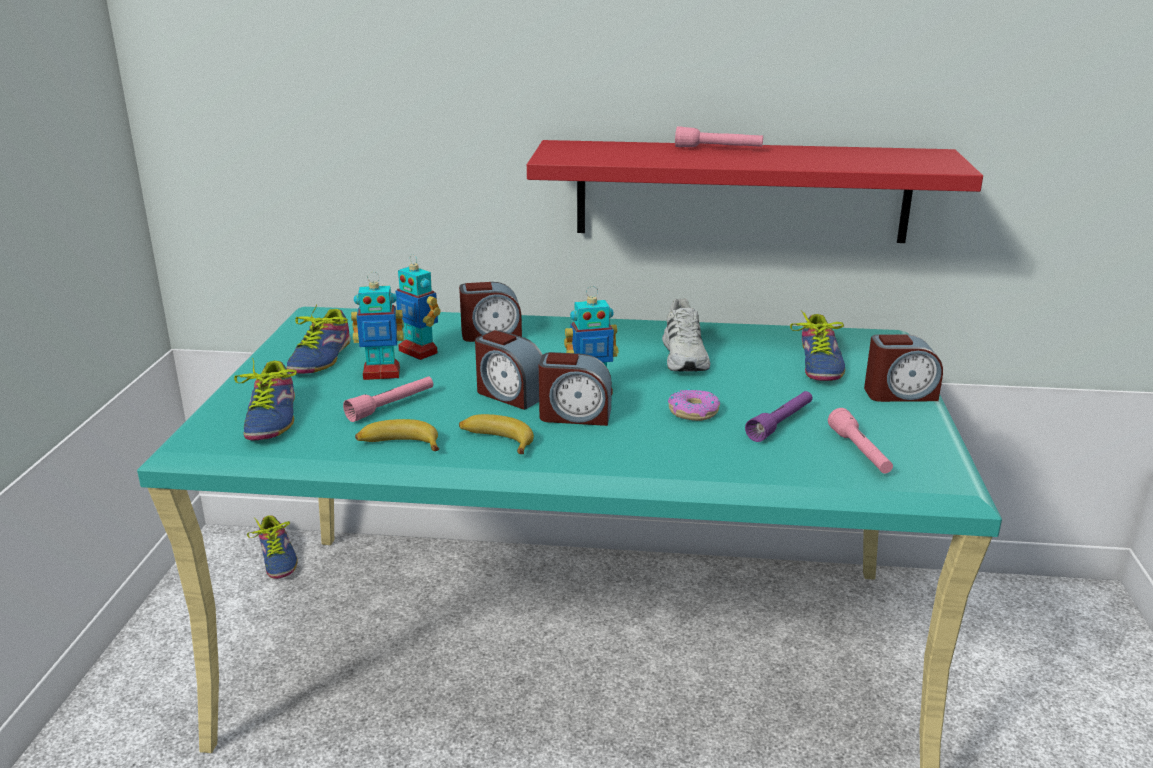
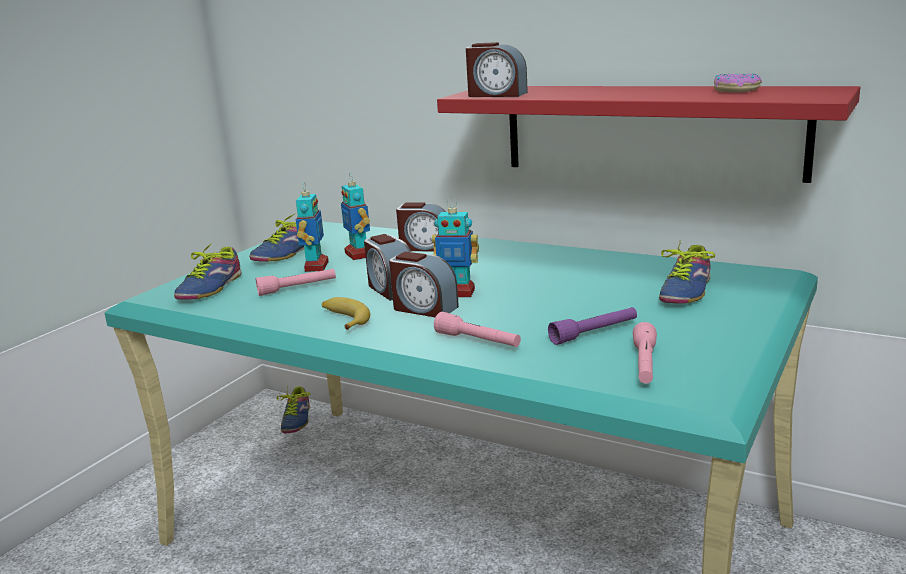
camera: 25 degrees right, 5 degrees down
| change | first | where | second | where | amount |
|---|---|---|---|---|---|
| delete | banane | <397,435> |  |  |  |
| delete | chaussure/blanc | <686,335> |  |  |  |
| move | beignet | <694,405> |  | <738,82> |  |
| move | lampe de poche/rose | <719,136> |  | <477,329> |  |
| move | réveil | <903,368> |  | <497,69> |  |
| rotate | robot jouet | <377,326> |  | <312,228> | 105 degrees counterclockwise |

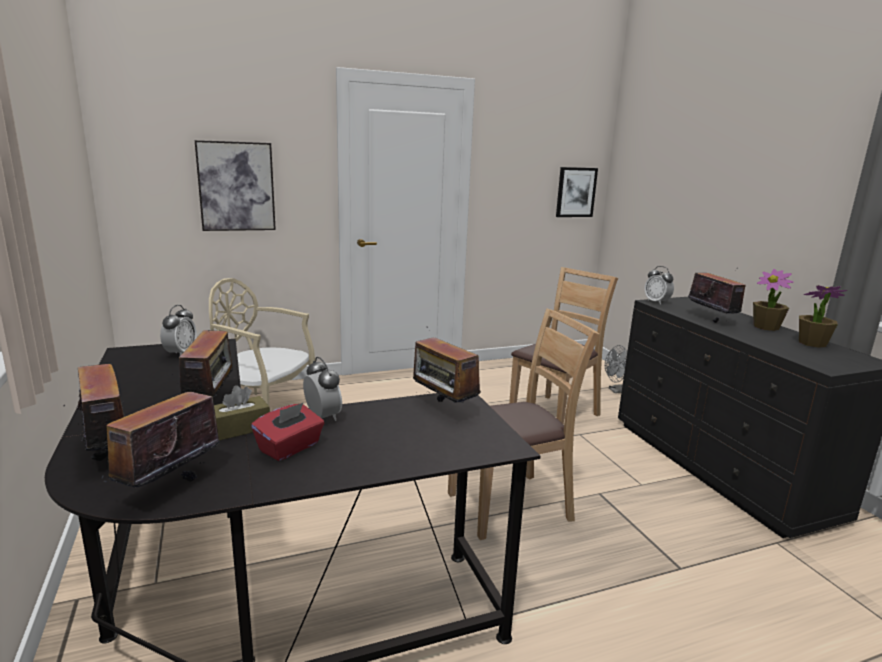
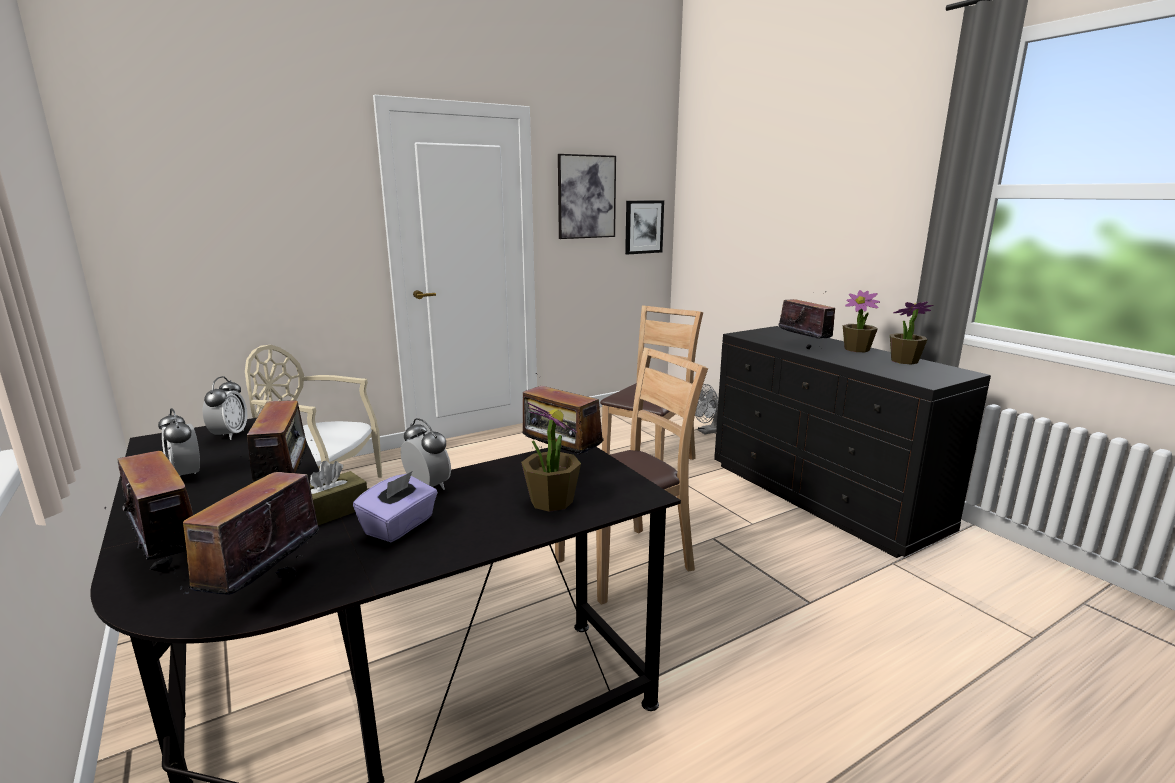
camera: 10 degrees left, 0 degrees up
| change | first | where | second | where | amount |
|---|---|---|---|---|---|
| insert |  |  | plante en pot | <551,457> |  |
| move | tableau | <235,185> |  | <587,196> |  |
| move | réveil | <659,285> |  | <179,441> |  |
| recolor | boîte à mouchoirs/rouge | <287,431> | boîte à mouchoirs/violet | <395,506> |  |

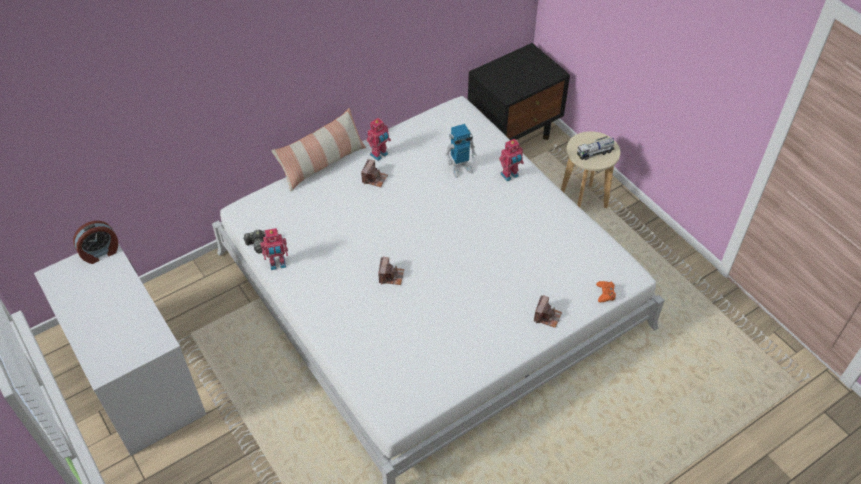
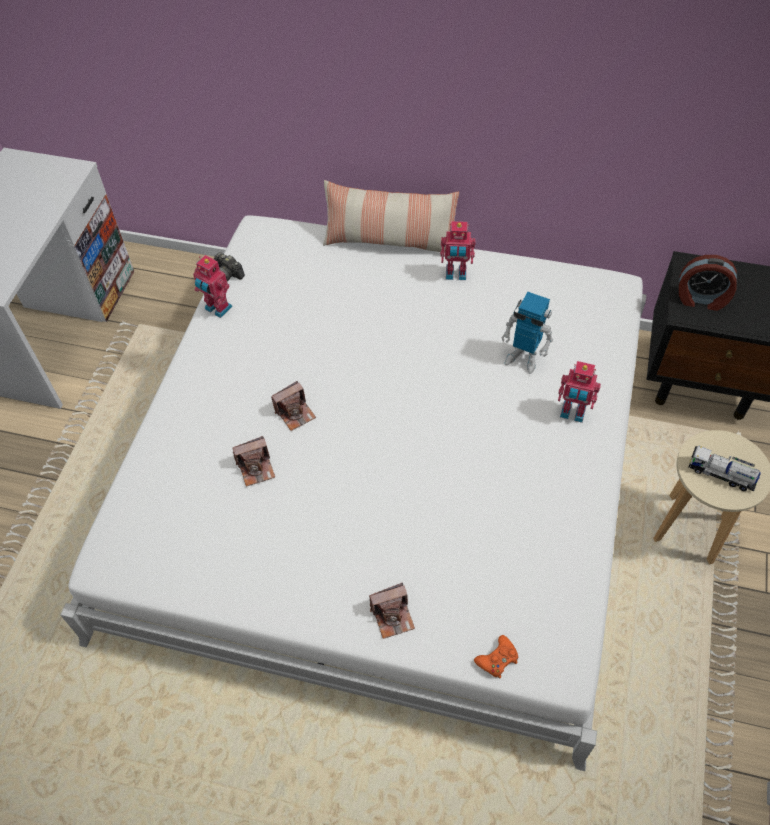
camera: 50 degrees right, 5 degrees up
| change | first | where | second | where | amount |
|---|---|---|---|---|---|
| move | réveil | <95,242> |  | <708,283> |  |
| move | appareil photo | <374,173> |  | <254,461> |  |

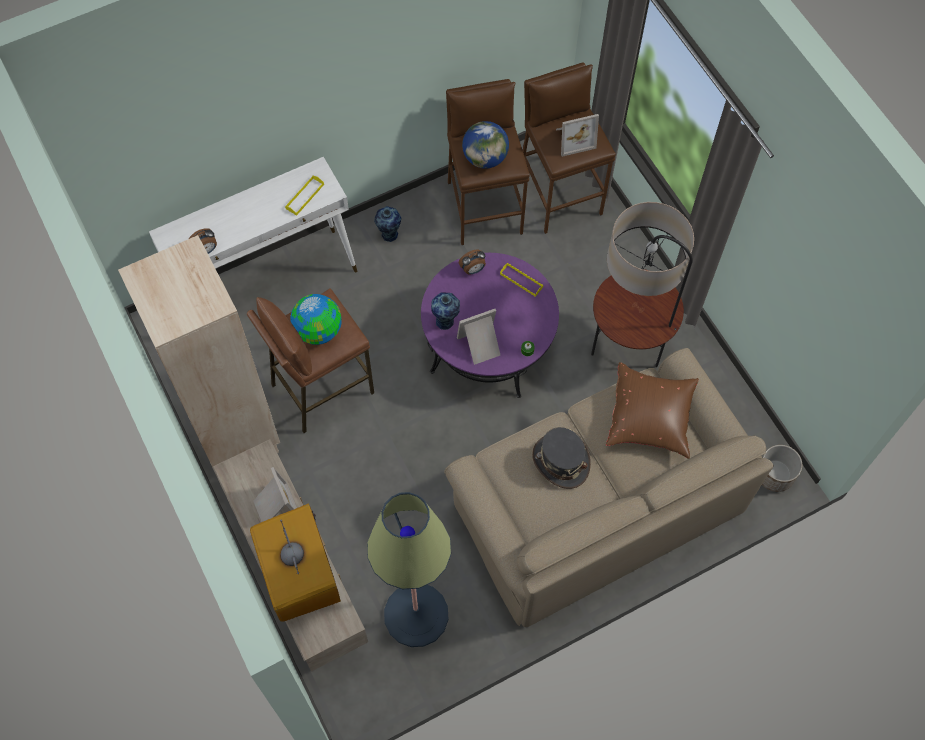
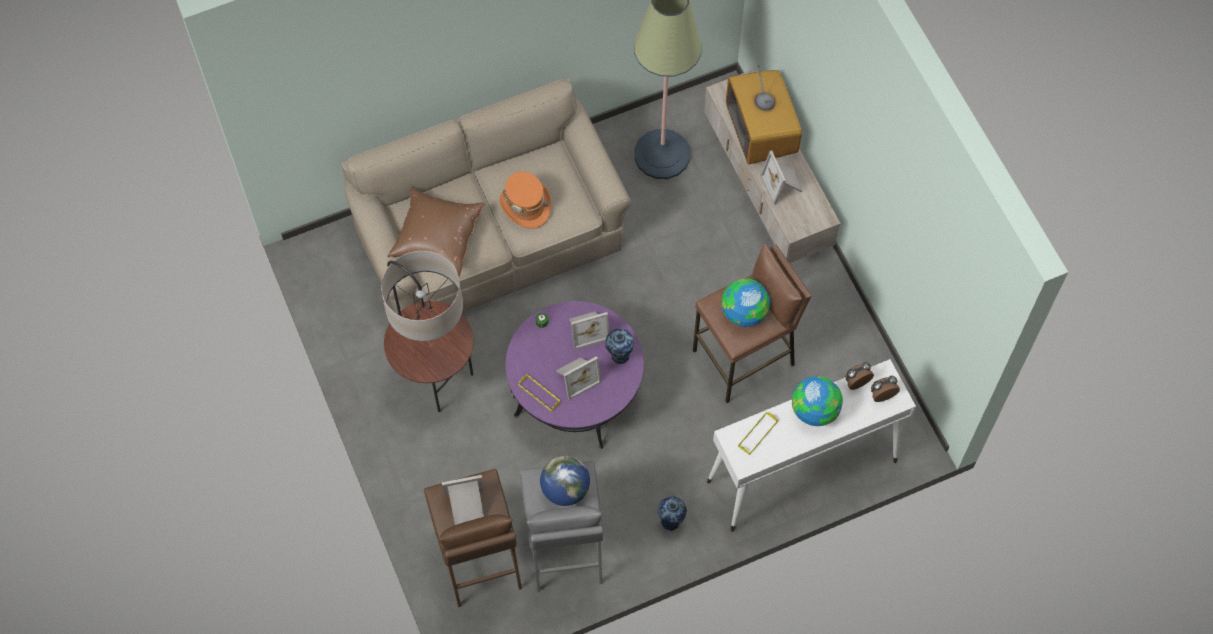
camera: 175 degrees left, 0 degrees up
| change | first | where | second | where | amount |
|---|---|---|---|---|---|
| delete | bibliothèque/beige | <199,351> |  |  |  |
| delete | cache-pot | <782,468> |  |  |  |
| insert |  |  | cadre photo | <579,378> |  |
| insert |  |  | globe | <817,401> |  |
| move | réveil | <472,262> |  | <885,389> |  |
| recolor | tabouret/marron | <488,162> | tabouret/gris | <561,526> |  |
| recolor | chapeau/gris | <561,458> | chapeau/orange | <525,200> |  |

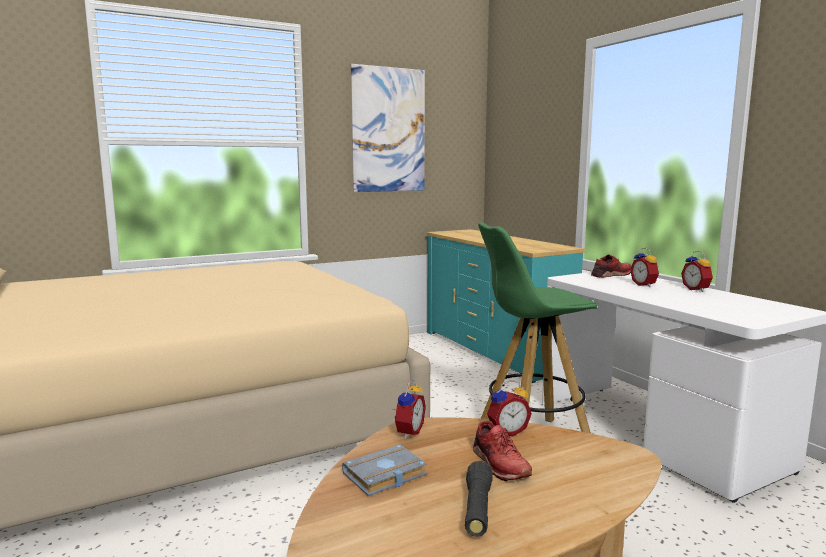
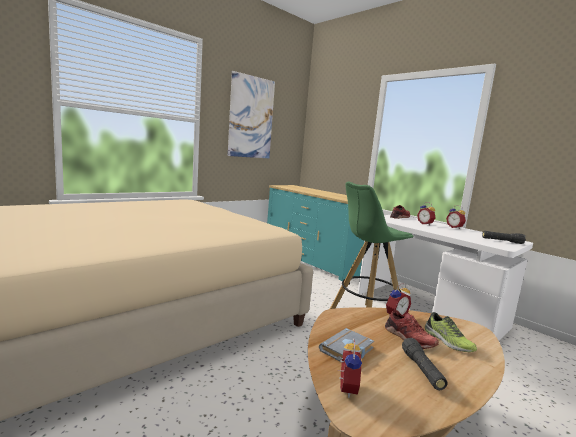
camera: 15 degrees left, 0 degrees up
| change | first | where | second | where | amount |
|---|---|---|---|---|---|
| insert |  |  | chaussure | <451,332> |  |
| insert |  |  | lampe de poche/noir | <504,237> |  |
| move | réveil | <409,409> |  | <349,368> |  |

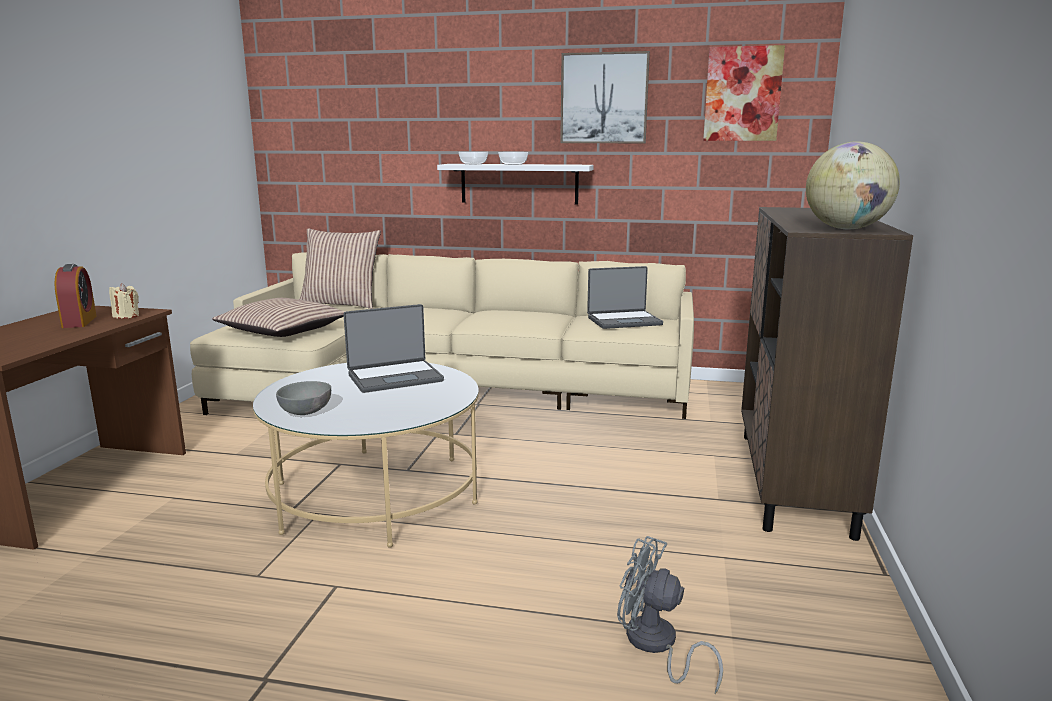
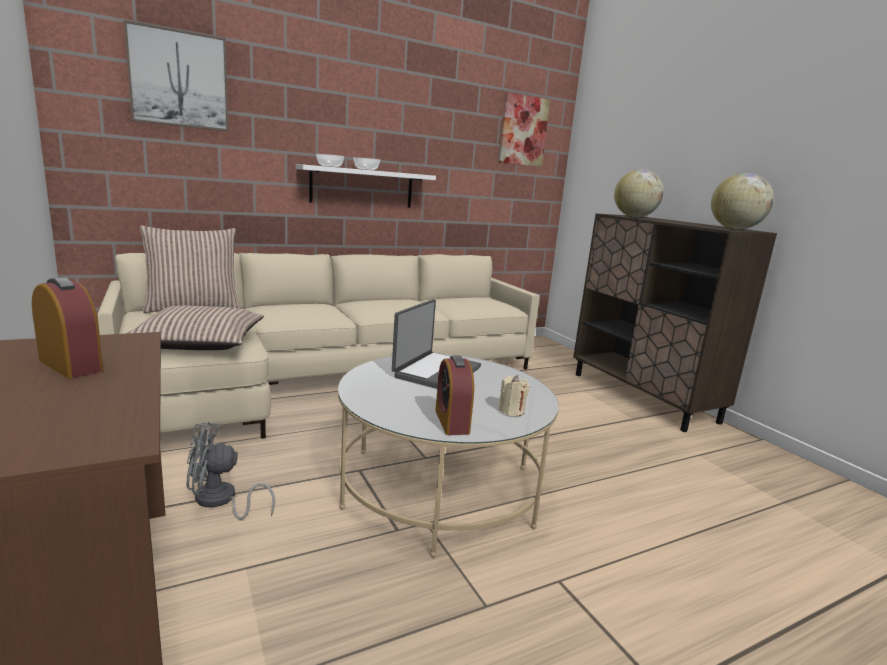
camera: 40 degrees left, 0 degrees up
| change | first | where | second | where | amount |
|---|---|---|---|---|---|
| delete | ordinateur portable | <625,297> |  |  |  |
| insert |  |  | globe | <639,193> |  |
| move | bougie/beige | <124,300> |  | <514,395> |  |
| move | tableau | <605,97> |  | <176,75> |  |
| move | ventilateur/gris | <670,615> |  | <231,471> |  |
| replace | bol/gris | <303,398> | réveil | <454,395> |  |

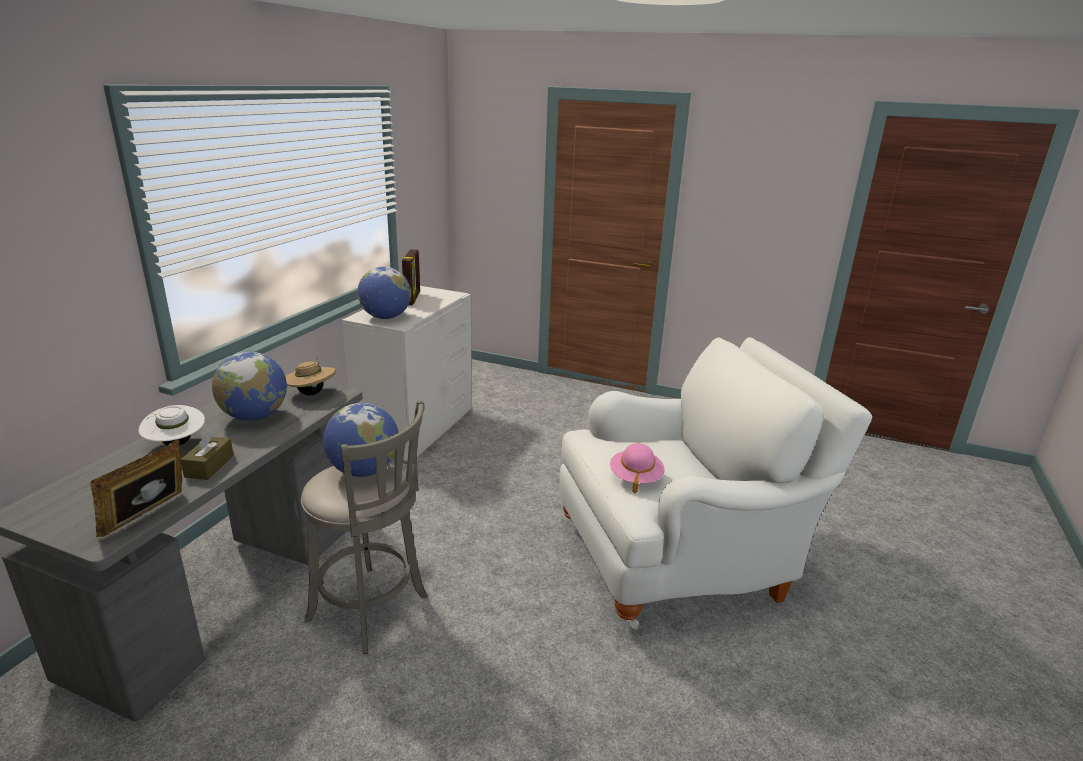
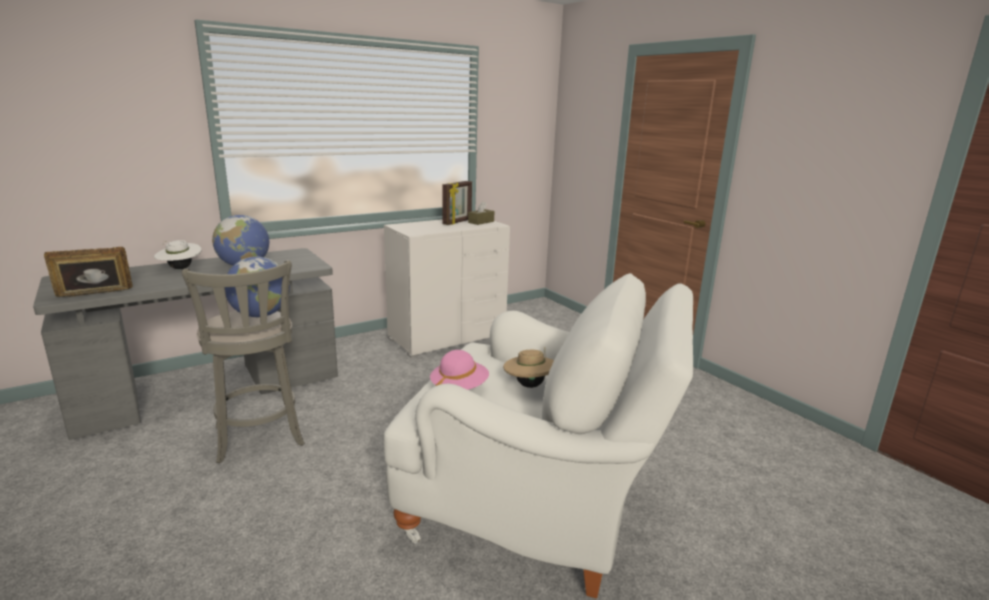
camera: 35 degrees right, 5 degrees down
| change | first | where | second | where | amount |
|---|---|---|---|---|---|
| delete | globe | <384,293> |  |  |  |
| move | boîte à mouchoirs/marron | <207,455> |  | <481,213> |  |
| move | chapeau/beige | <310,376> |  | <528,367> |  |

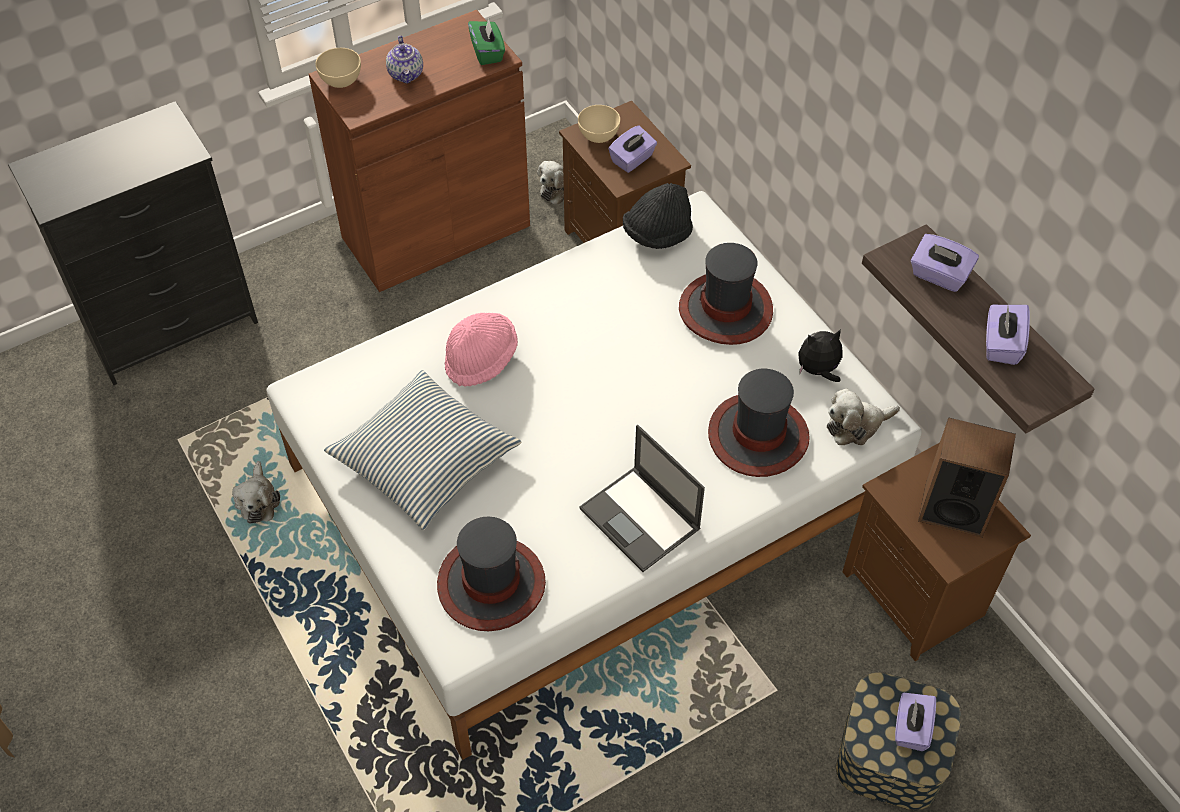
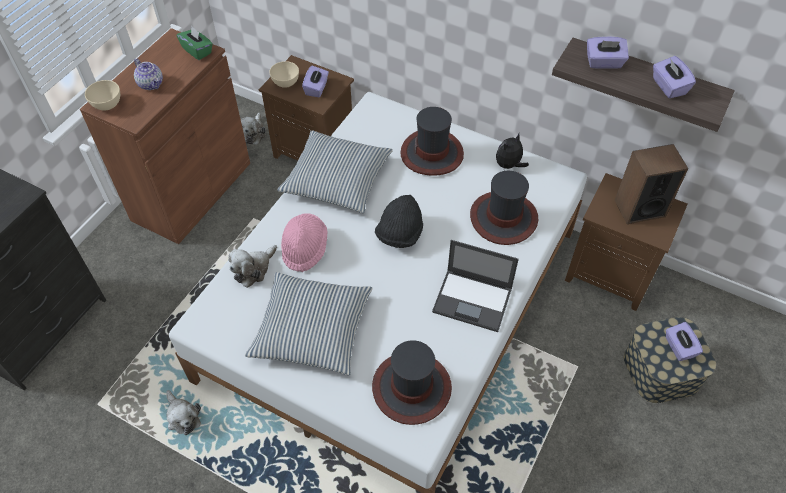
camera: 30 degrees left, 0 degrees up
| change | first | where | second | where | amount |
|---|---|---|---|---|---|
| insert |  |  | coussin | <335,171> |  |
| move | chapeau/noir | <658,216> |  | <399,221> |  |
| move | peluche | <863,417> |  | <252,266> |  |

